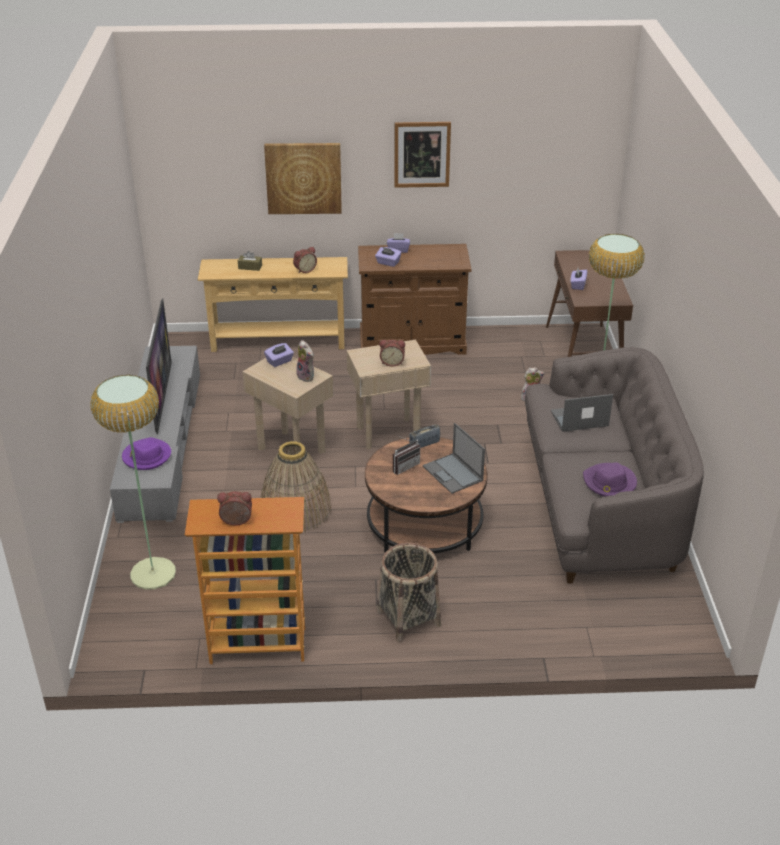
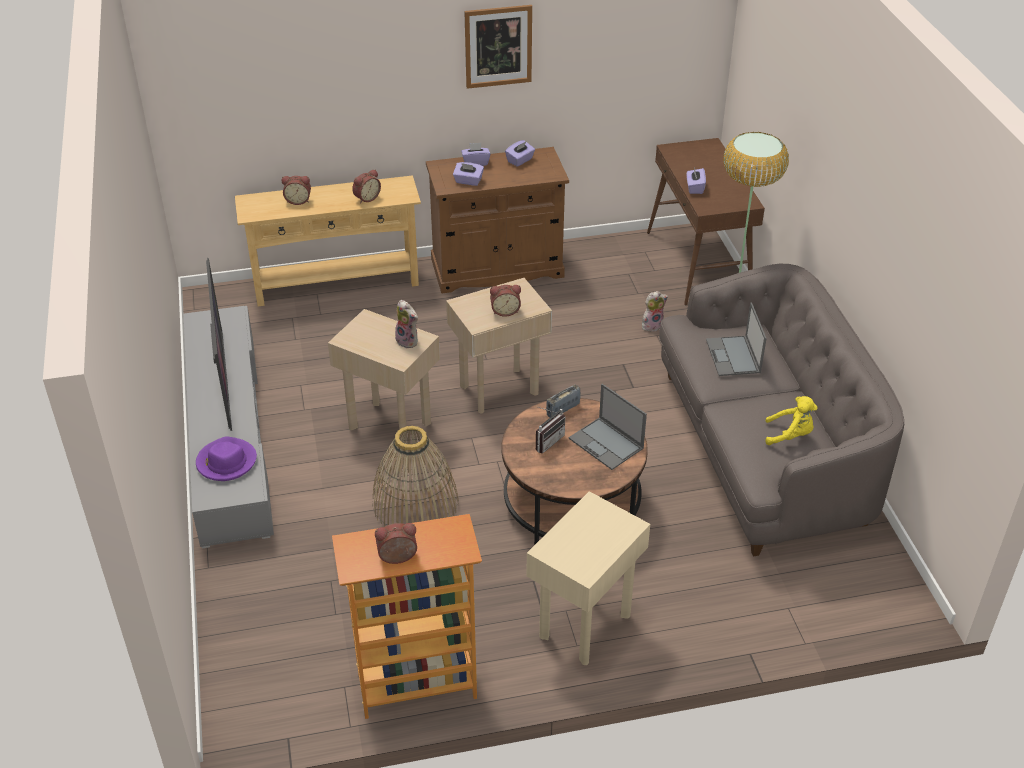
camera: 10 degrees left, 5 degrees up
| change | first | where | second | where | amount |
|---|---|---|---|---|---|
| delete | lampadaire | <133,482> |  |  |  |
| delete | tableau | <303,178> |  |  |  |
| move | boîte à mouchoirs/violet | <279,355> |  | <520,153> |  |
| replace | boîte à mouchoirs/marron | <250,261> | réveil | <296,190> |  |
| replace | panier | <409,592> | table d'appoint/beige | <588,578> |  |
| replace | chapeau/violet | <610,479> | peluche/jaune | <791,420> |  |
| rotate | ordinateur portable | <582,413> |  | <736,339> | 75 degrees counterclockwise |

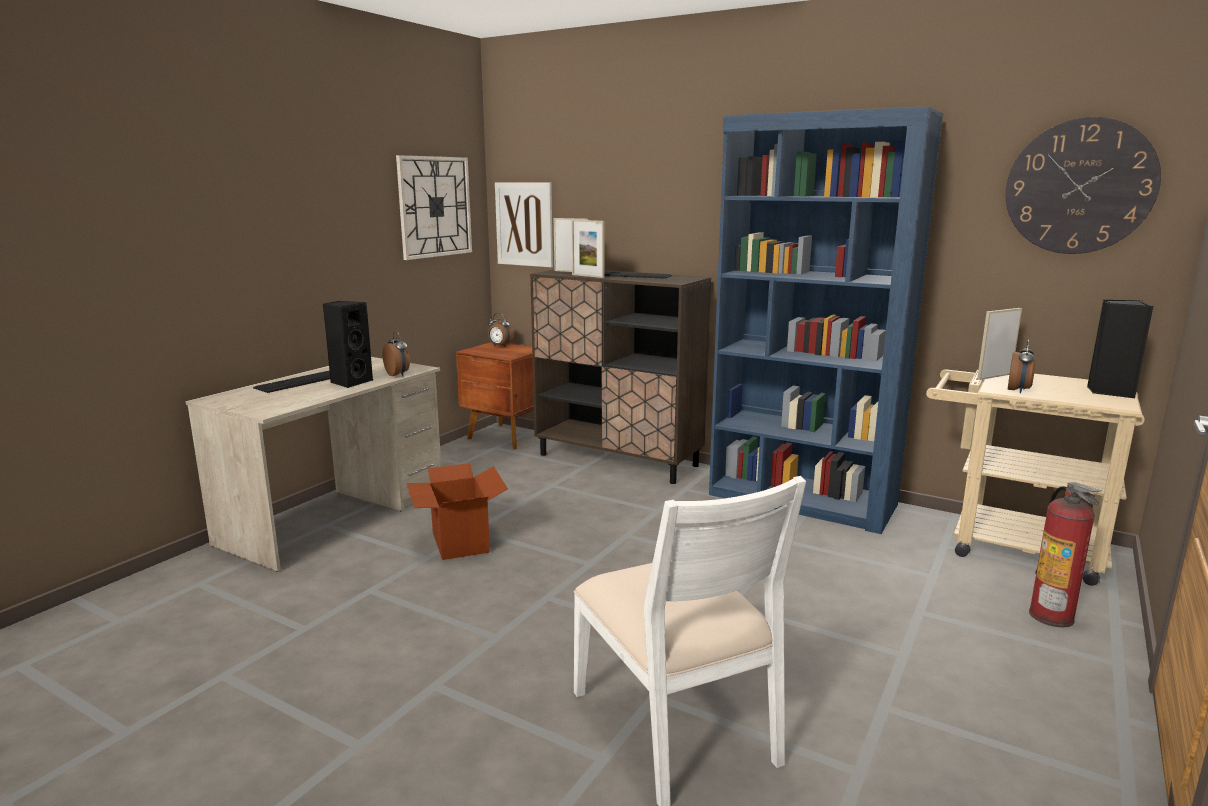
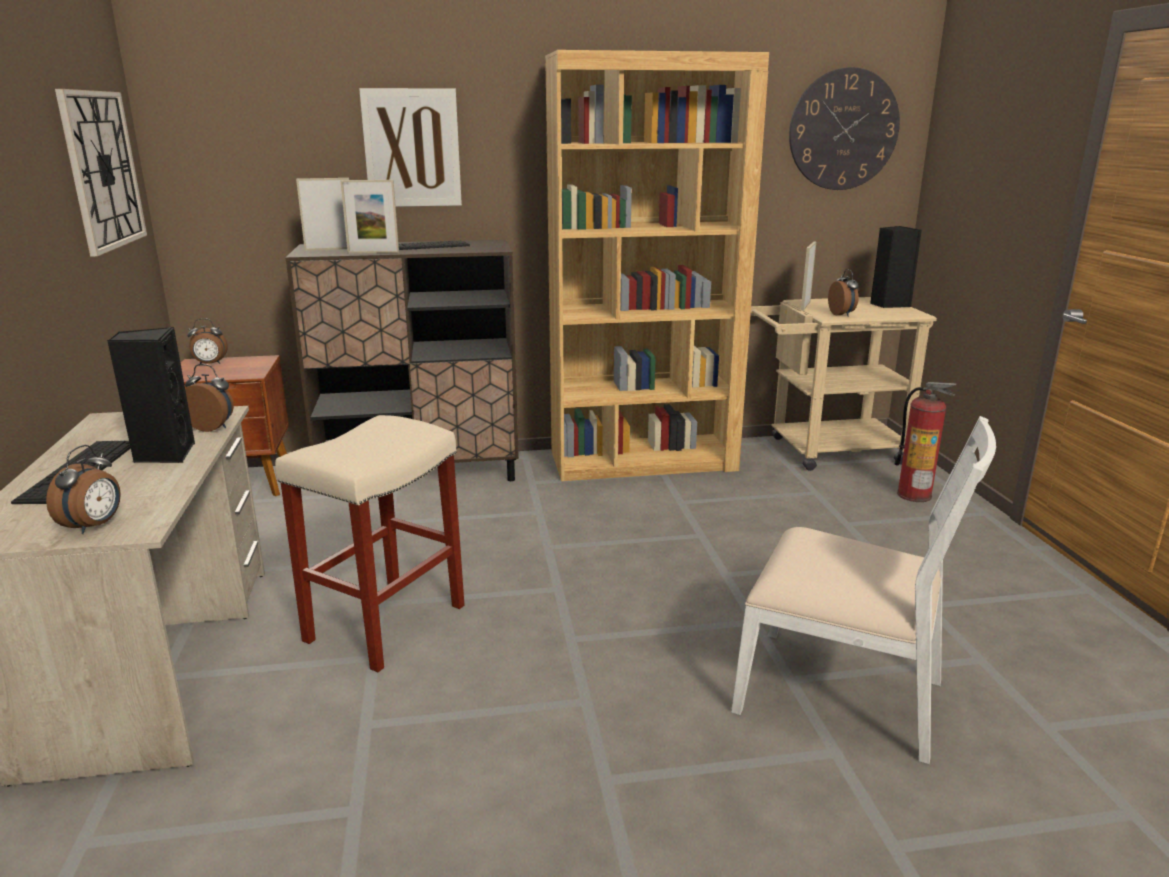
camera: 40 degrees left, 5 degrees up
| change | first | where | second | where | amount |
|---|---|---|---|---|---|
| insert |  |  | réveil | <83,489> |  |
| move | tableau | <524,224> |  | <410,147> |  |
| replace | carton | <457,511> | tabouret/beige | <369,543> |  |
| recolor | bibliothèque/bleu | <826,320> | bibliothèque/marron | <657,265> |  |

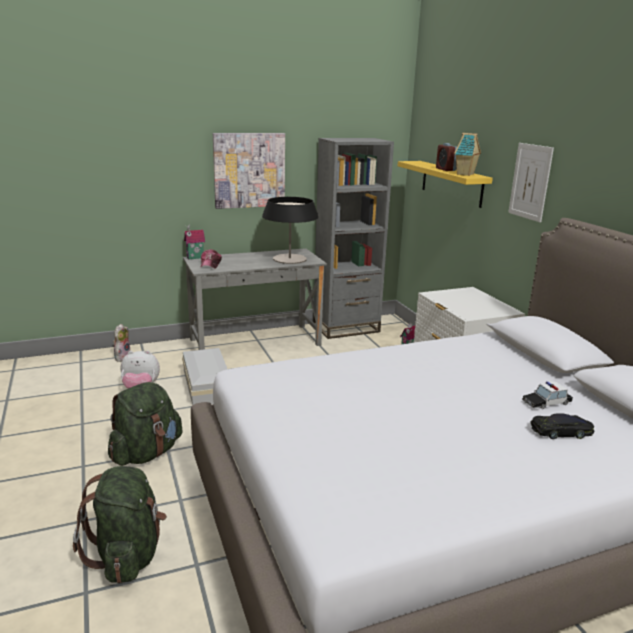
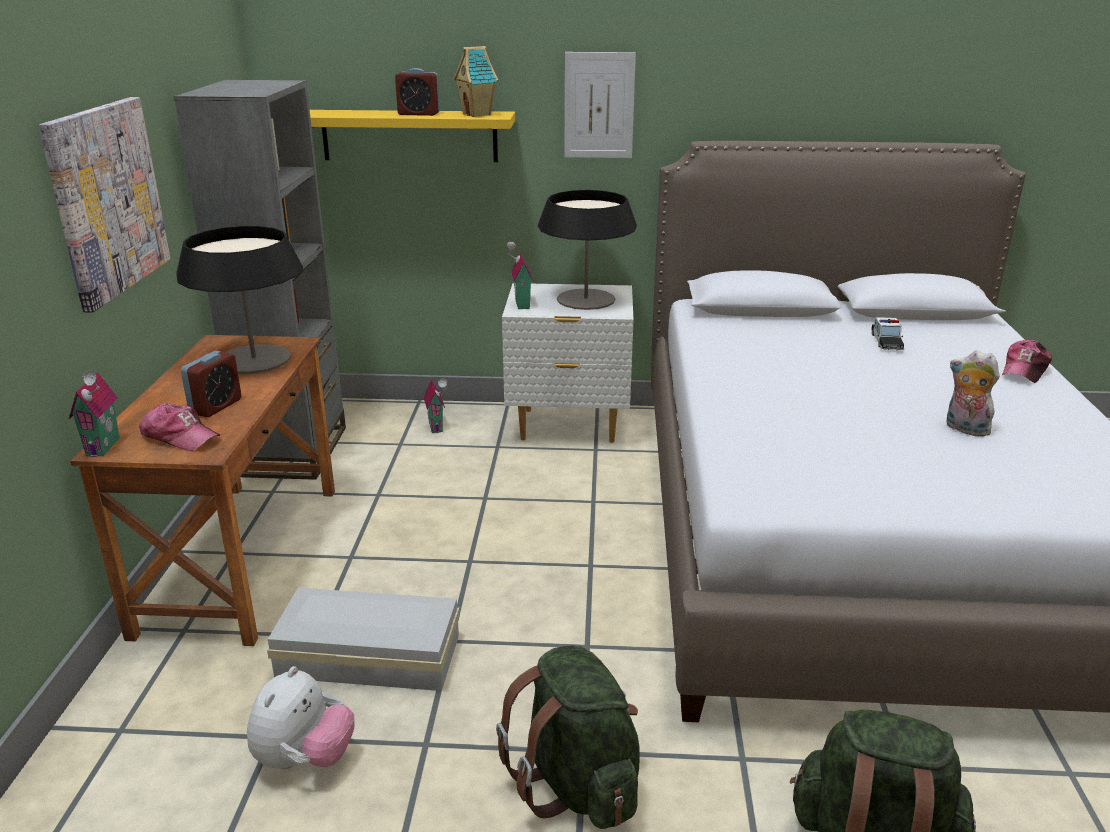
camera: 65 degrees left, 5 degrees up
| change | first | where | second | where | amount |
|---|---|---|---|---|---|
| delete | petite voiture/noir | <562,426> |  |  |  |
| insert |  |  | réveil | <211,384> |  |
| insert |  |  | maison miniature | <520,275> |  |
| insert |  |  | lampe de table | <587,250> |  |
| insert |  |  | casquette | <1027,361> |  |
| move | peluche | <121,343> |  | <973,393> |  |
| recolor | bureau/gris | <255,299> | bureau/marron | <202,490> |  |

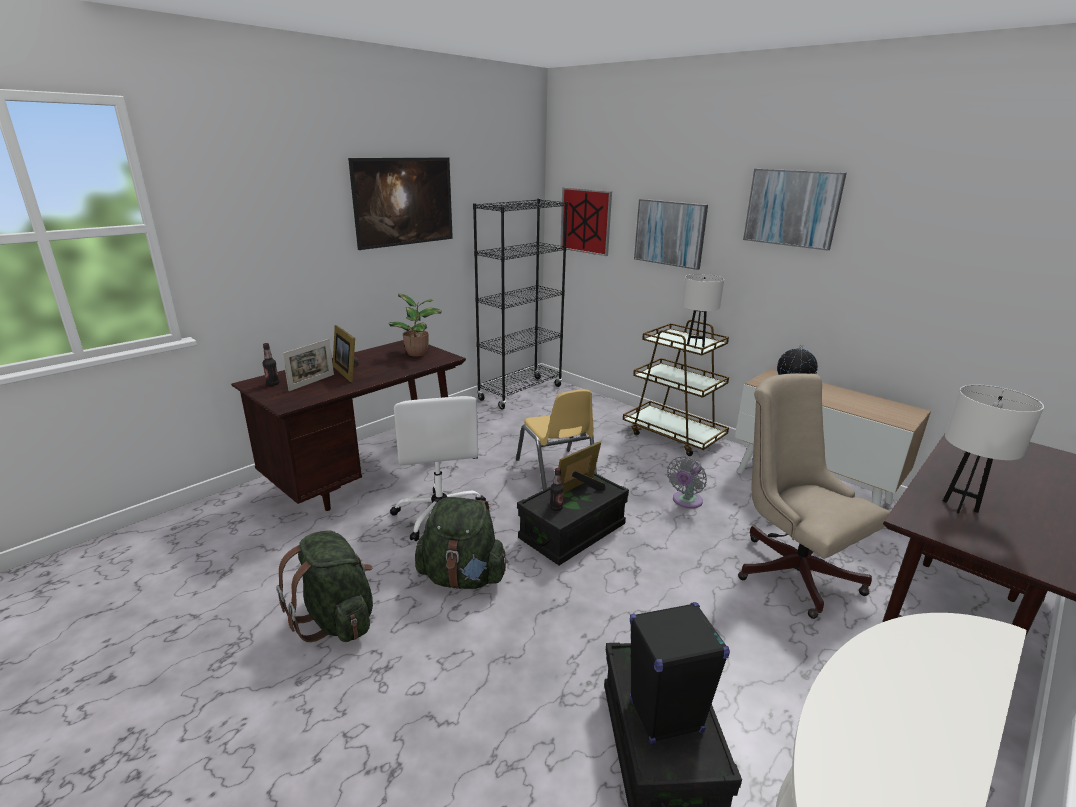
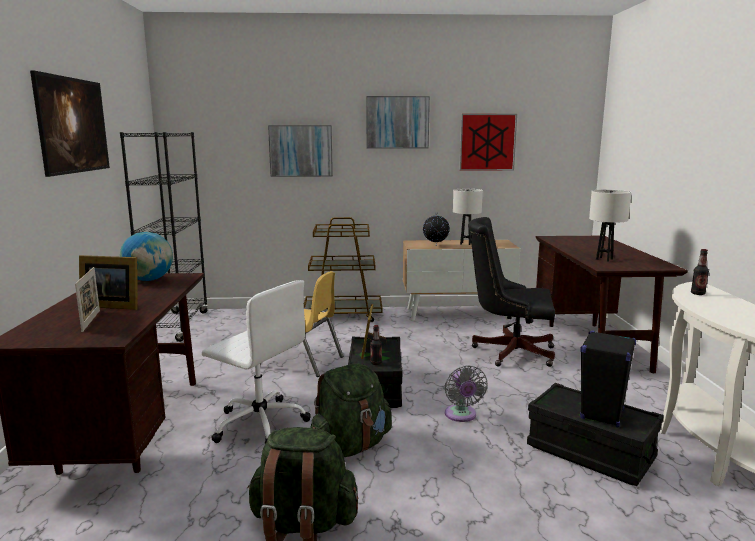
camera: 45 degrees left, 10 degrees down
| change | first | where | second | where | amount |
|---|---|---|---|---|---|
| move | bouteille | <271,364> |  | <700,272> |  |
| move | tableau | <586,222> |  | <488,142> |  |
| move | ventilateur/gris | <687,482> |  | <466,393> |  |
| move | lampe de table/blanc | <703,311> |  | <468,217> |  |
| replace | plante en pot | <415,325> | globe | <146,256> |  |
| recolor | chaise de bureau/beige | <814,496> | chaise de bureau/noir | <511,292> |  |

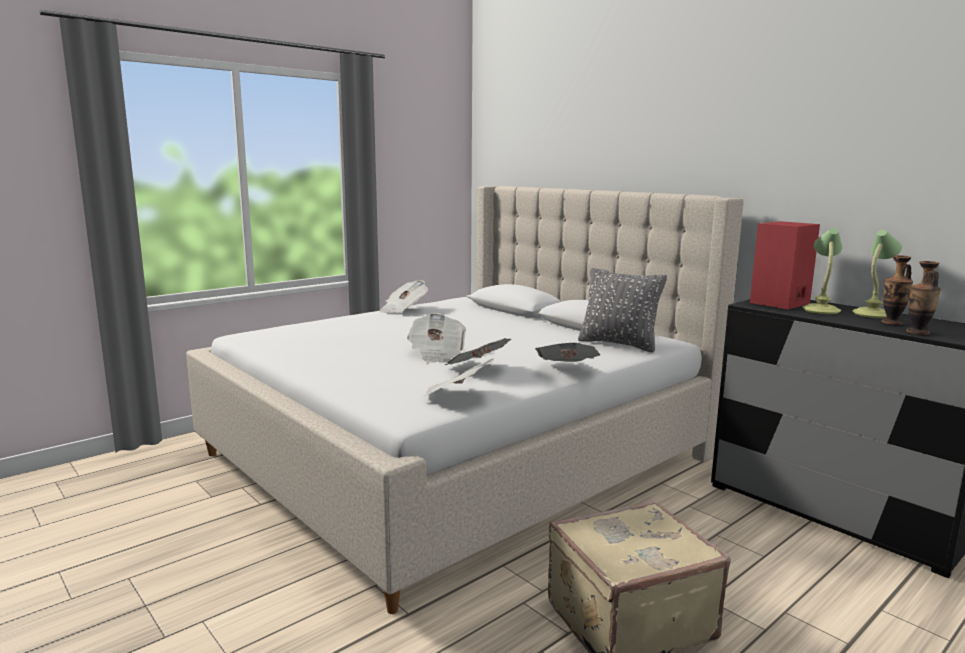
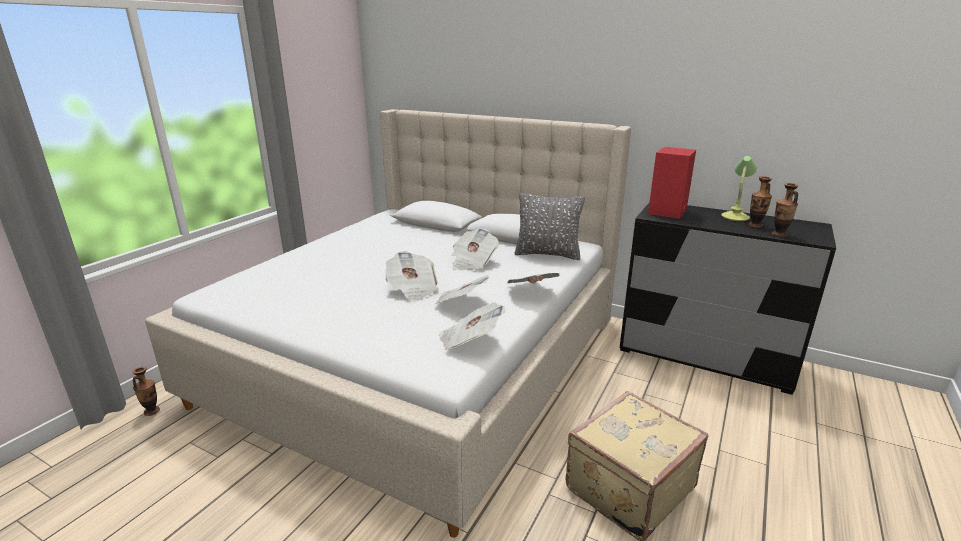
camera: 20 degrees left, 10 degrees up
| change | first | where | second | where | amount |
|---|---|---|---|---|---|
| delete | lampe de table | <822,271> |  |  |  |
| insert |  |  | vase | <146,391> |  |
| move | journal | <403,296> |  | <475,249> |  |

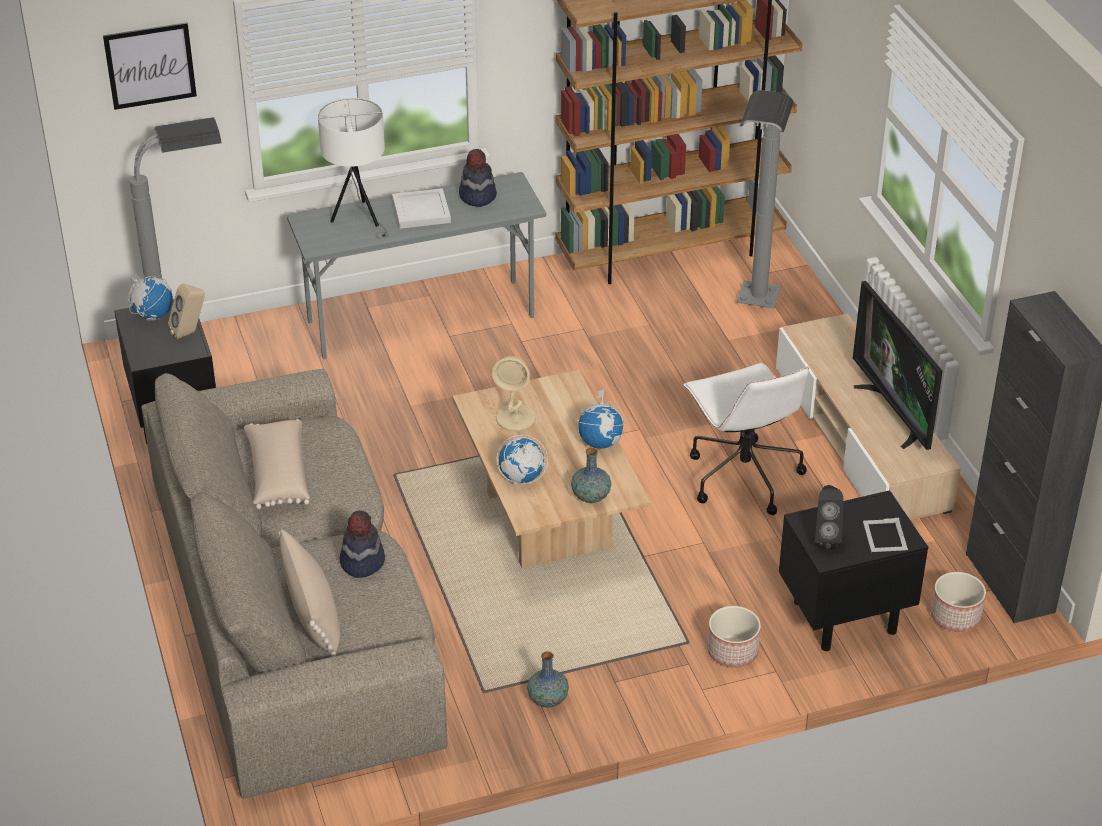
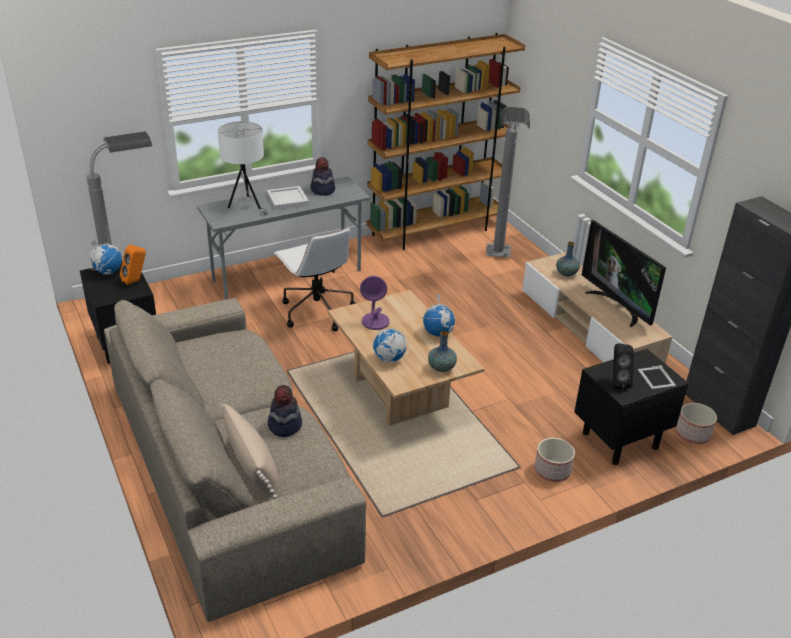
camera: 10 degrees left, 5 degrees down
| change | first | where | second | where | amount |
|---|---|---|---|---|---|
| delete | tableau | <150,66> |  |  |  |
| delete | coussin/beige | <277,464> |  |  |  |
| move | vase | <548,679> |  | <568,259> |  |
| move | chaise de bureau/blanc | <746,439> |  | <315,279> |  |
| recolor | enceinte/beige | <186,311> | enceinte/orange | <133,265> |  |
| recolor | lampe de table/beige | <514,394> | lampe de table/violet | <375,303> |  |

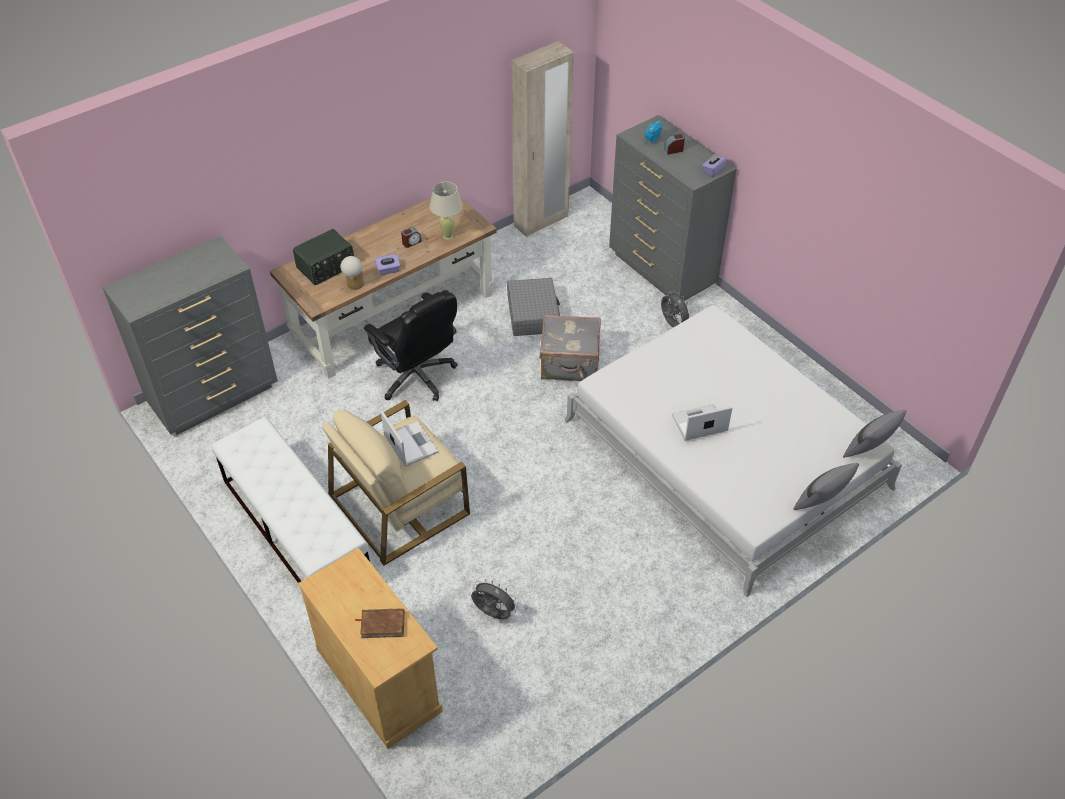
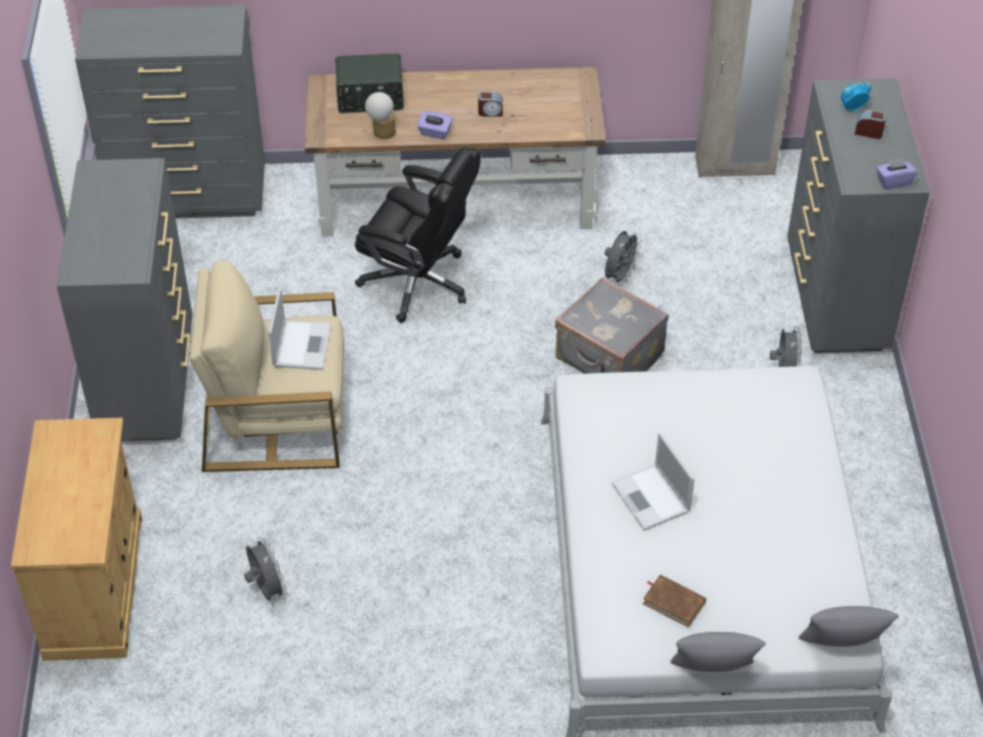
camera: 35 degrees right, 0 degrees up
| change | first | where | second | where | amount |
|---|---|---|---|---|---|
| delete | lampe de table/beige | <446,211> |  |  |  |
| move | livre/marron | <380,623> |  | <674,601> |  |
| replace | banc/blanc | <291,500> | commode/gris | <124,299> |  |
| replace | valise/gris | <533,307> | ventilateur/gris | <623,258> |  |
| rotate | chaise de bureau/noir | <411,345> |  | <418,235> | 60 degrees counterclockwise |
| rotate | ordinateur portable | <702,422> |  | <653,481> | 135 degrees counterclockwise |

